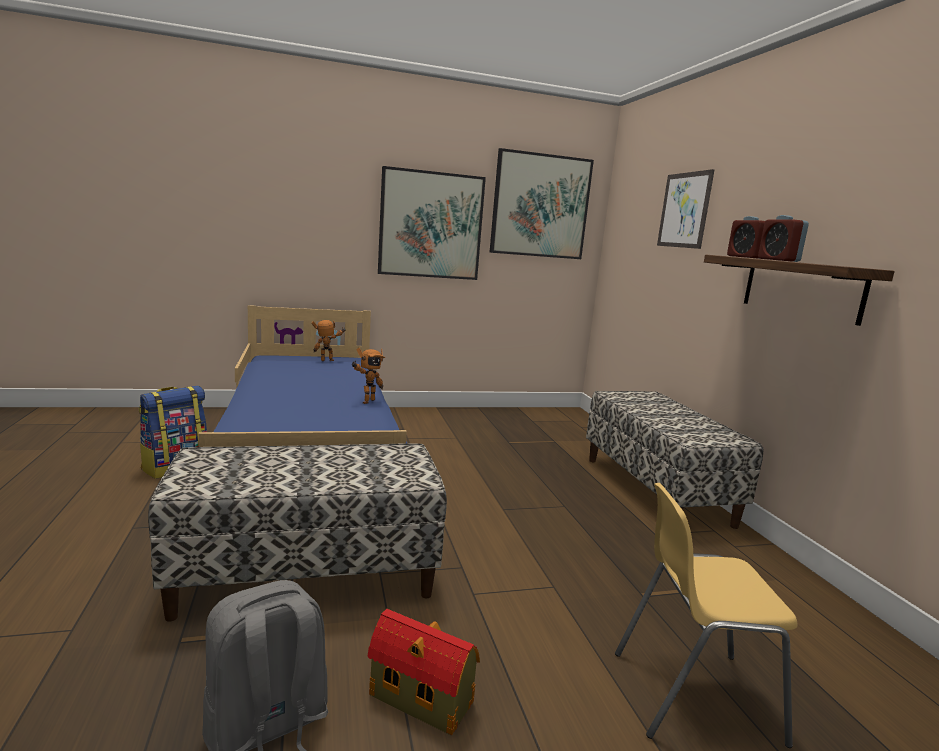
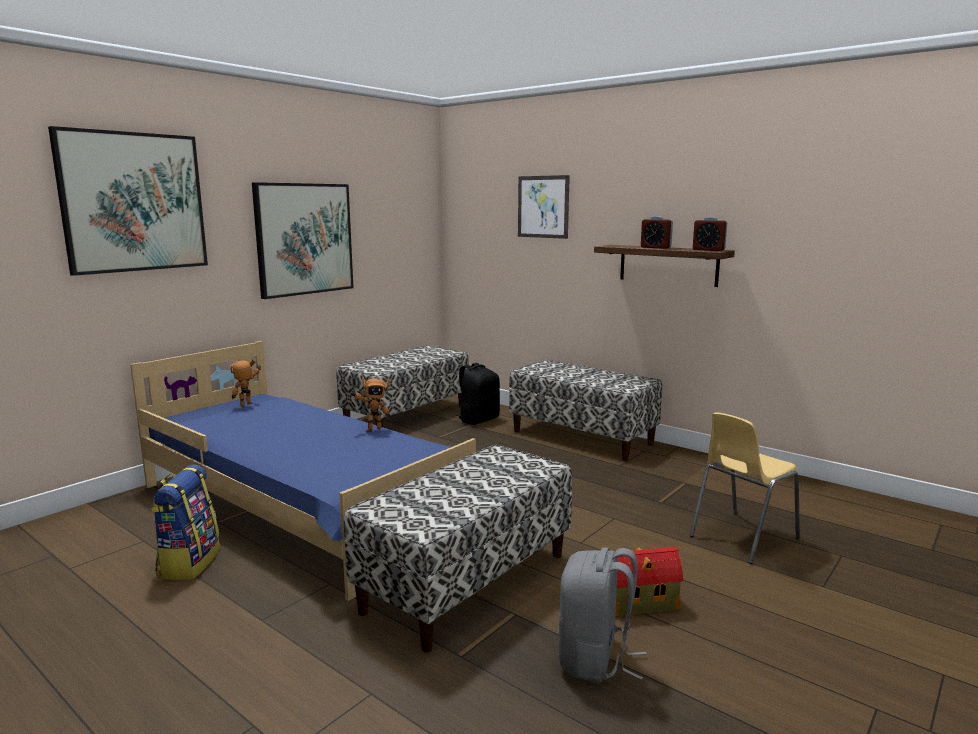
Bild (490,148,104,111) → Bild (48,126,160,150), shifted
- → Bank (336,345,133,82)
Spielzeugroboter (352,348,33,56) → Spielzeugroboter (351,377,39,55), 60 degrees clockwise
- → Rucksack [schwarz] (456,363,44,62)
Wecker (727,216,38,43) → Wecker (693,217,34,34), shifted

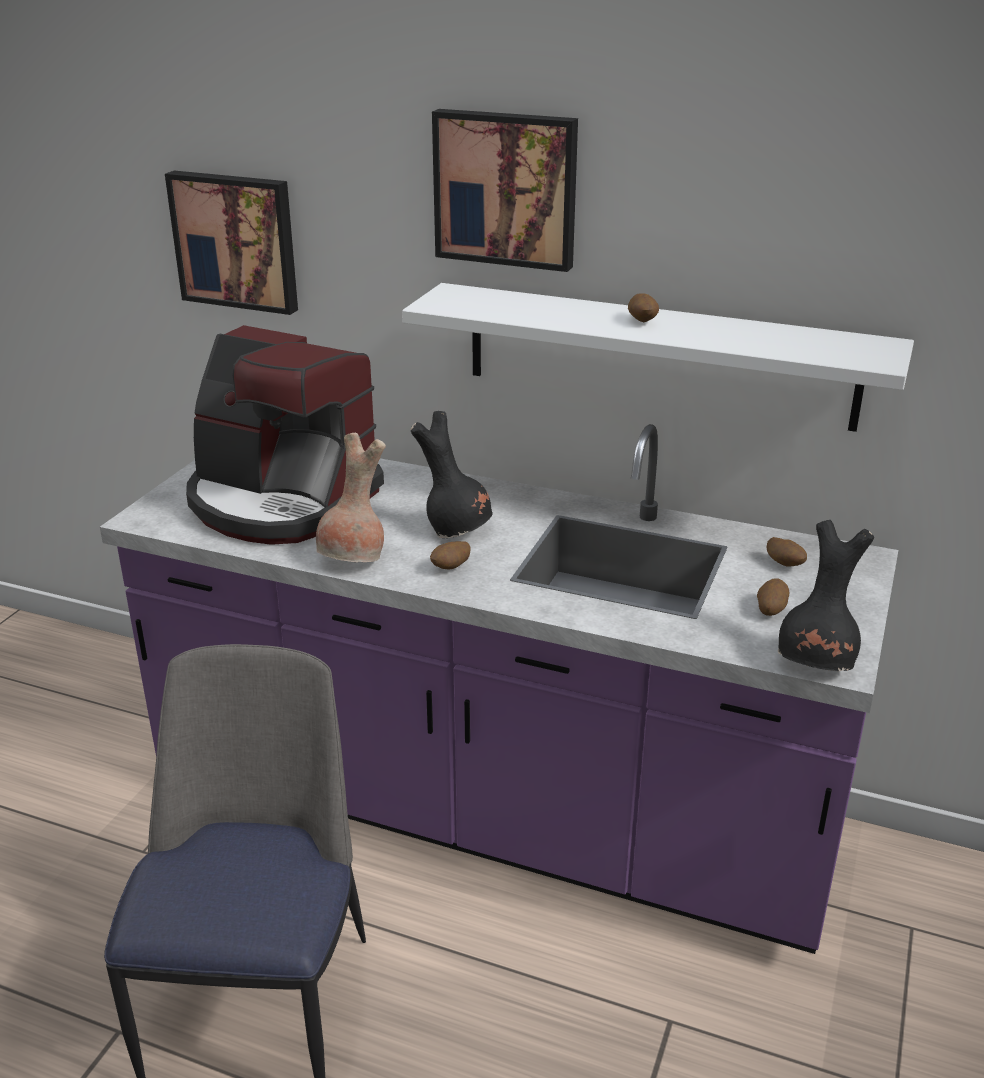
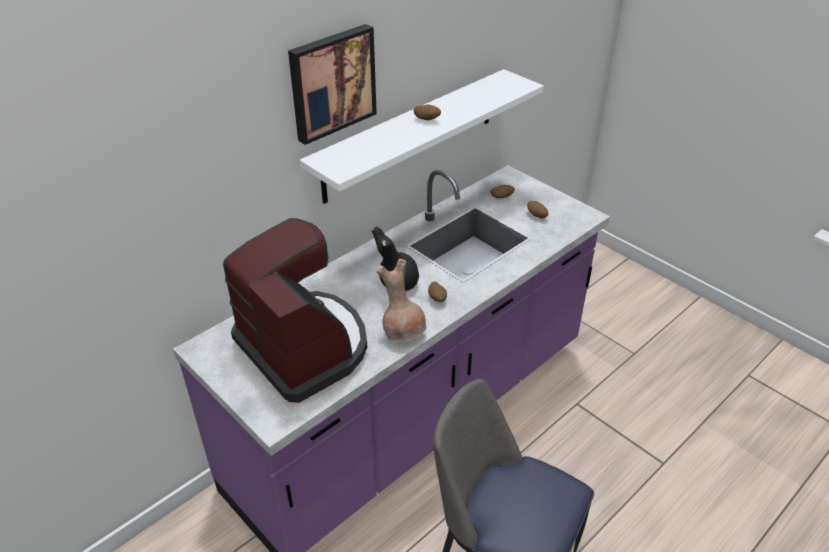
Kaffeemaschine (186,325,198,220) → Kaffeemaschine (223,218,144,185), 90 degrees counterclockwise
Bild (165,171,133,144) → -
Vase [schwarz] (778,520,96,151) → -

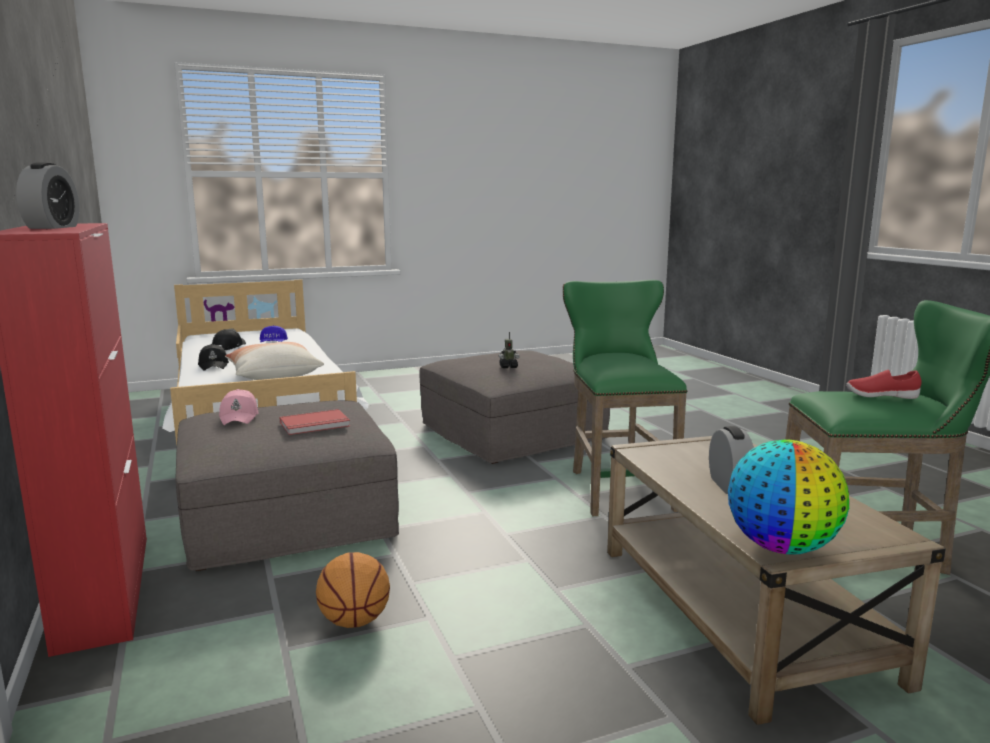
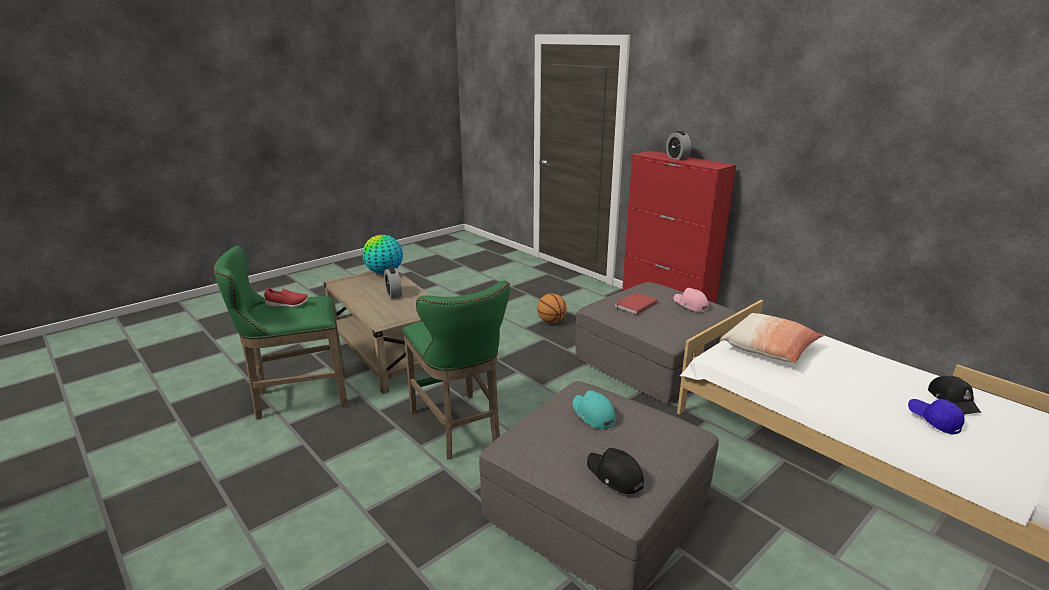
Spielzeugroboter (498,332,21,36) → Kappe [türkis] (572,390,44,39)
Kappe [schwarz] (198,344,31,27) → Kappe [schwarz] (587,448,57,46), shifted

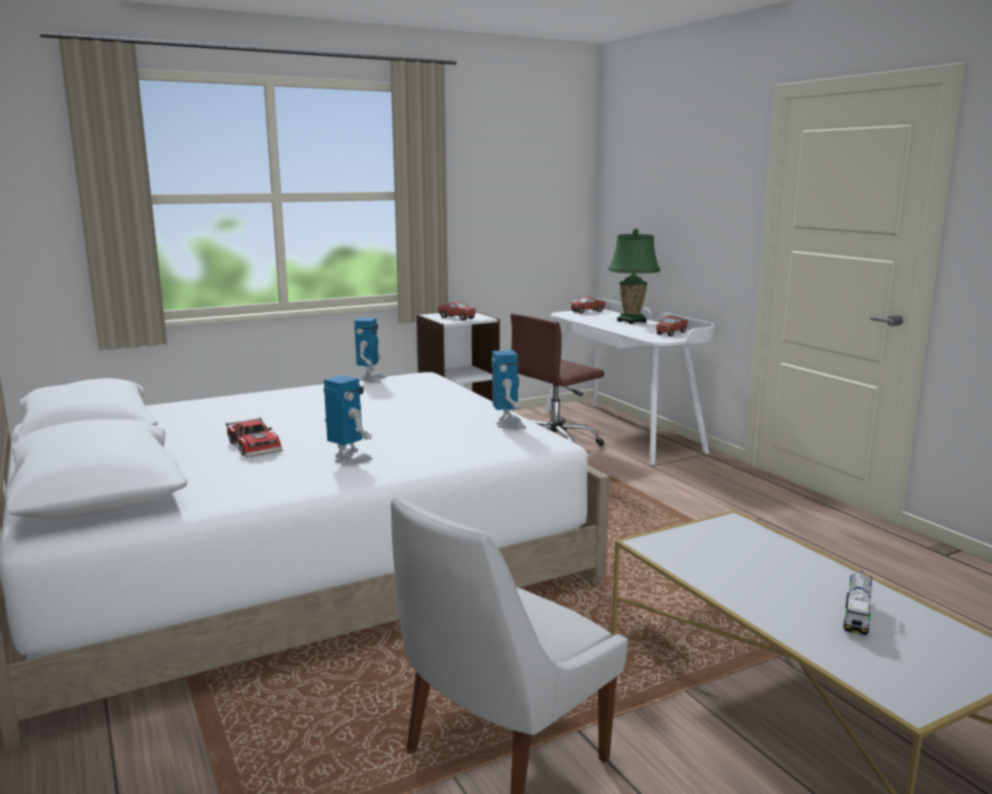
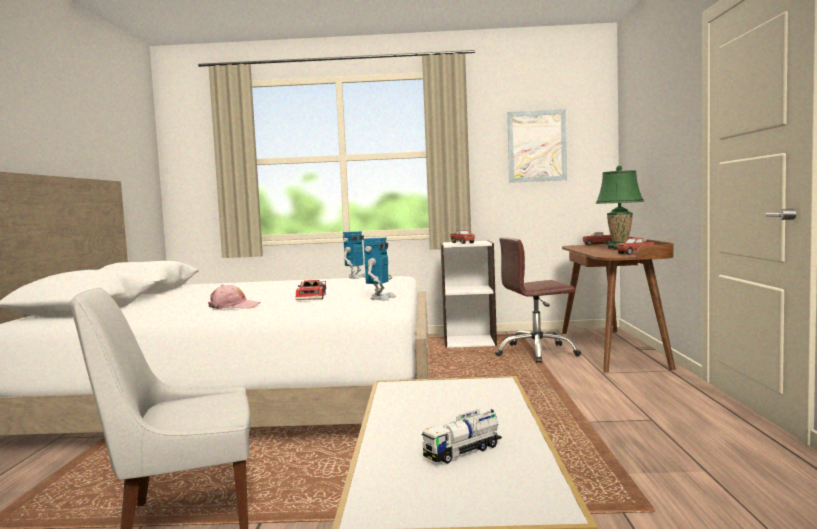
Spielzeugroboter (323,375,50,90) → Kappe [rosa] (208,285,53,24)
Spielzeugauto (226,417,57,41) → Spielzeugauto (295,280,31,20), shifted
- → Bild (507,109,60,74)
Schreibtisch [weiß] (544,299,170,166) → Schreibtisch [braun] (562,236,114,137)

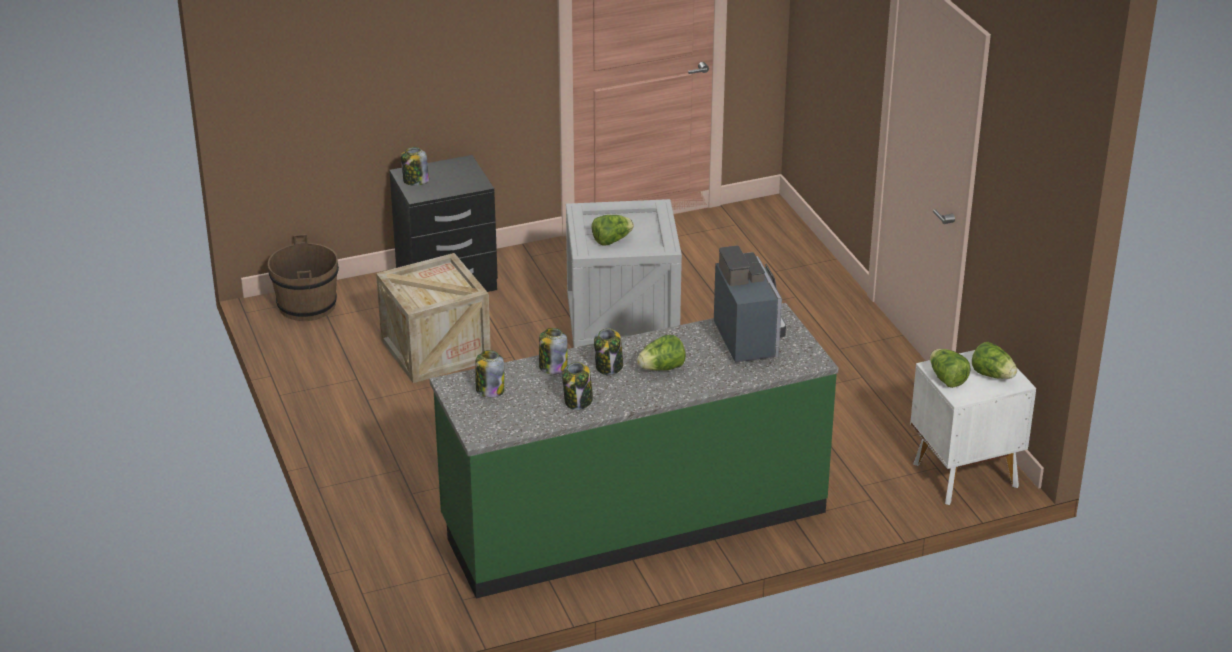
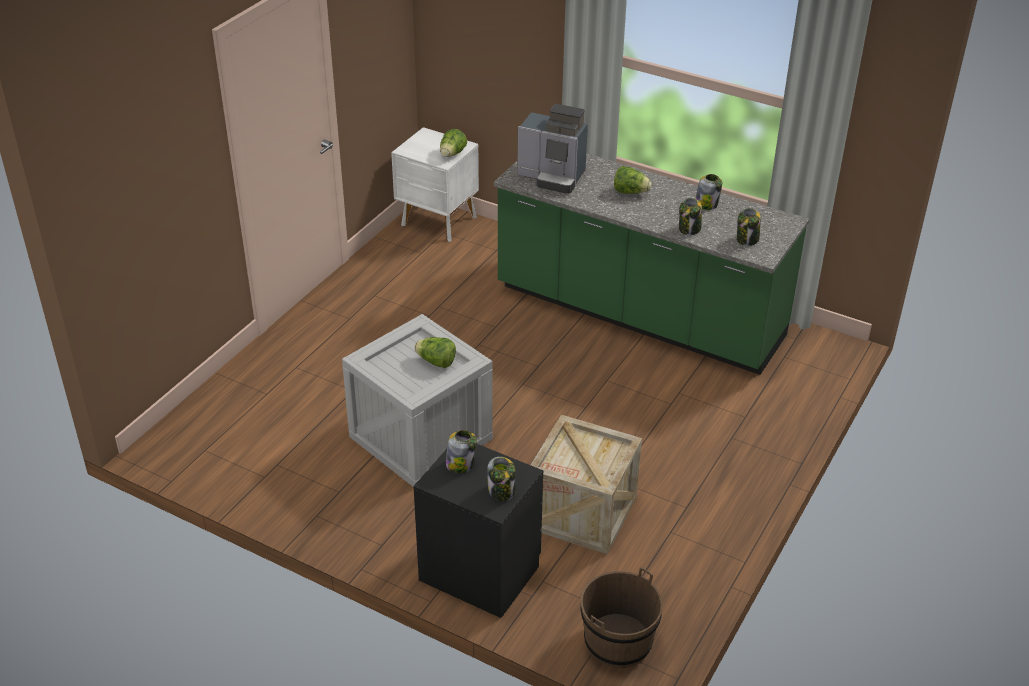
Vorratsglas (594,328,29,47) → Vorratsglas (446,430,31,43), shifted
Kaffeemaschine (714,246,72,116) → Kaffeemaschine (517,104,71,90), 105 degrees counterclockwise
Salatkopf (972,342,45,37) → -

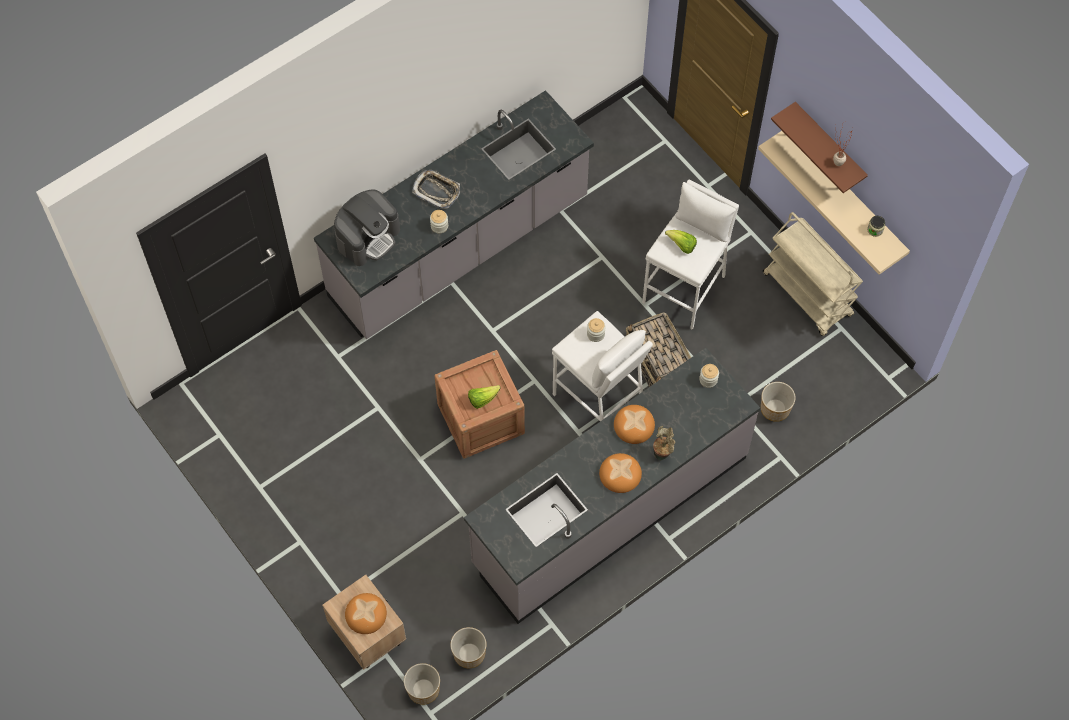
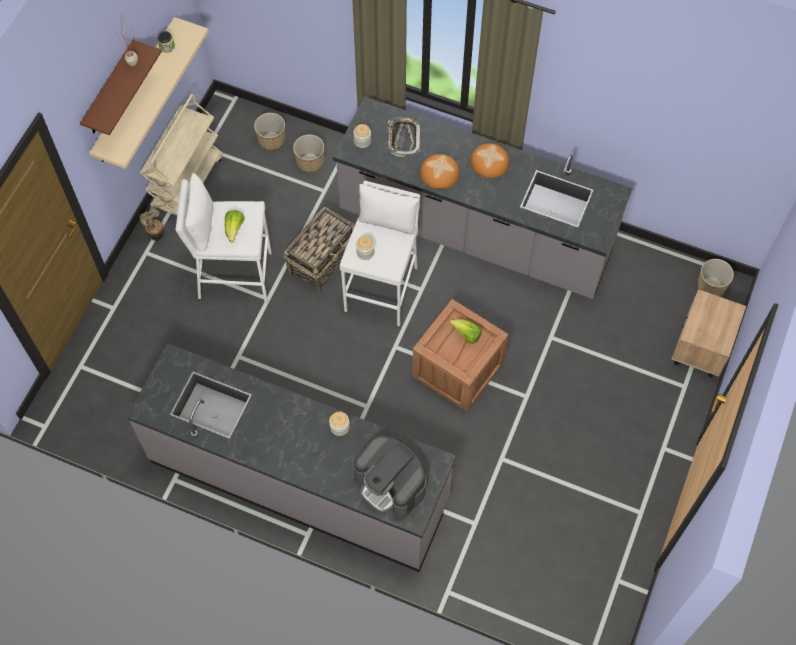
Topfpflanze (653,426,22,34) → Topfpflanze (140,208,23,33), shifted
Pflanzkübel (450,627,37,41) → Pflanzkübel (254,113,31,37), shifted
Kaffeemaschine (334,189,66,77) → Kaffeemaschine (354,436,72,83), 150 degrees counterclockwise
Tablett (412,170,48,39) → Tablett (388,117,33,40), shifted
Brot (345,593,42,41) → -

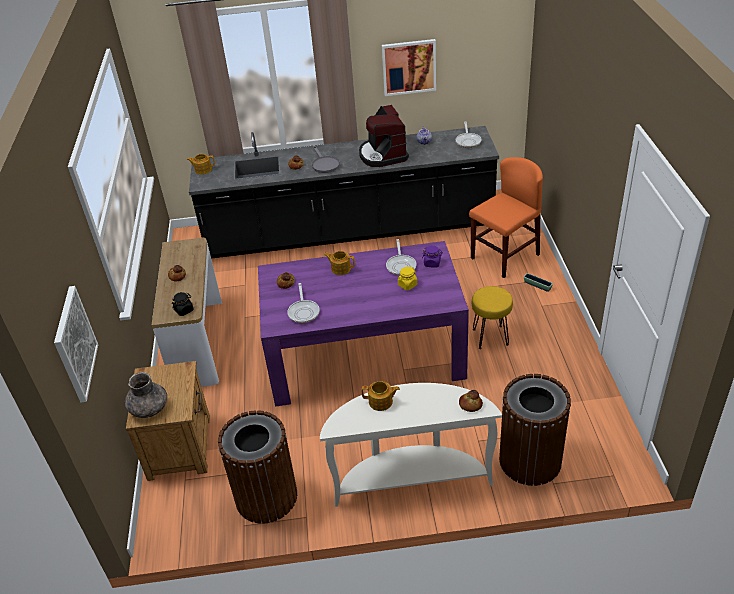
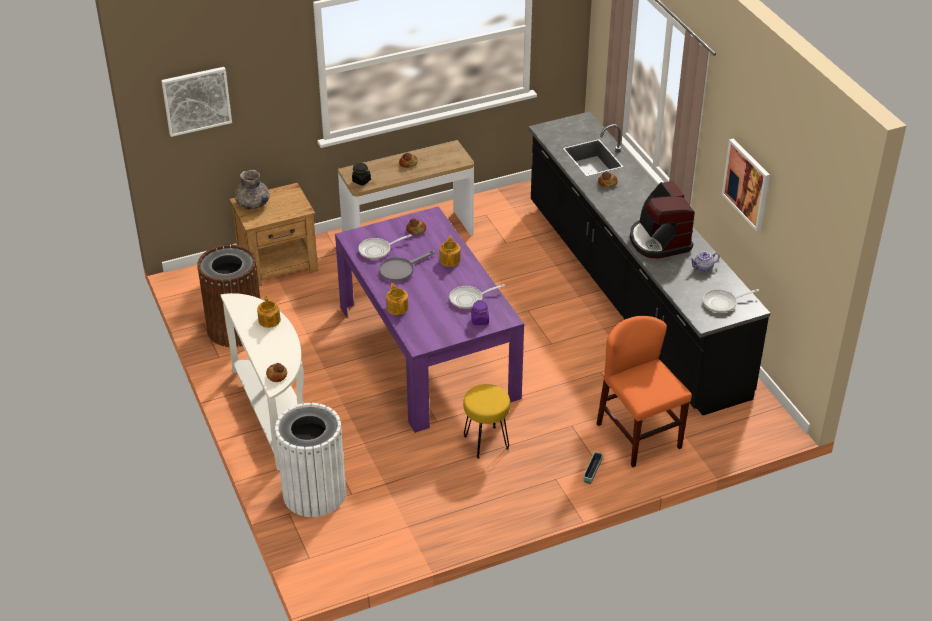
Mülleimer [braun] (499,374,72,112) → Mülleimer [weiß] (275,403,71,114)
Pfanne [grau] (312,146,28,27) → Pfanne [grau] (379,251,56,30), shifted
Teekanne (187,154,28,21) → Teekanne (386,283,22,32), shifted
Stuhl [orange] (469,157,74,121) → Stuhl [orange] (597,316,95,151), 150 degrees counterclockwise
Kaffeemaschine (359,105,50,62) → Kaffeemaschine (630,181,65,78), 75 degrees counterclockwise
Vorratsglas [gelb] (398,267,19,23) → -

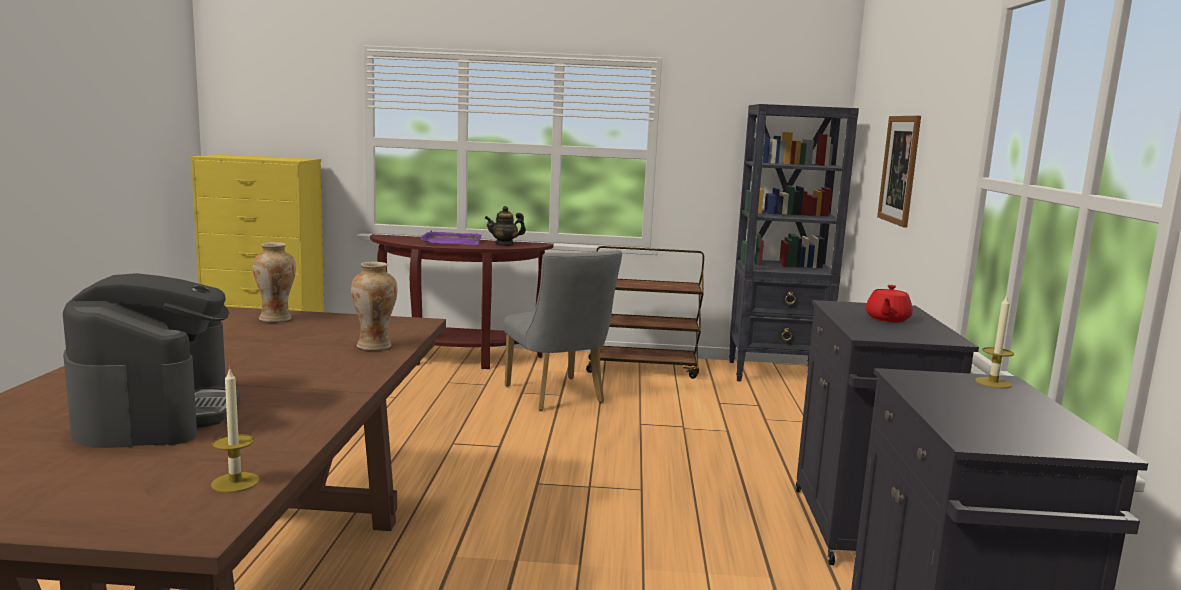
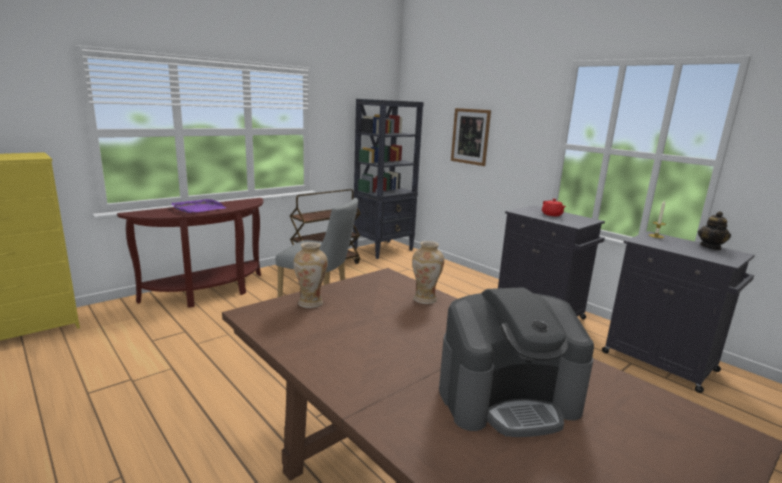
Kaffeemaschine (63,273,177,175) → Kaffeemaschine (439,287,155,150), 135 degrees clockwise
Teekanne (485,206,41,40) → Teekanne (698,211,33,39), shifted
Kerze (211,367,49,126) → -

